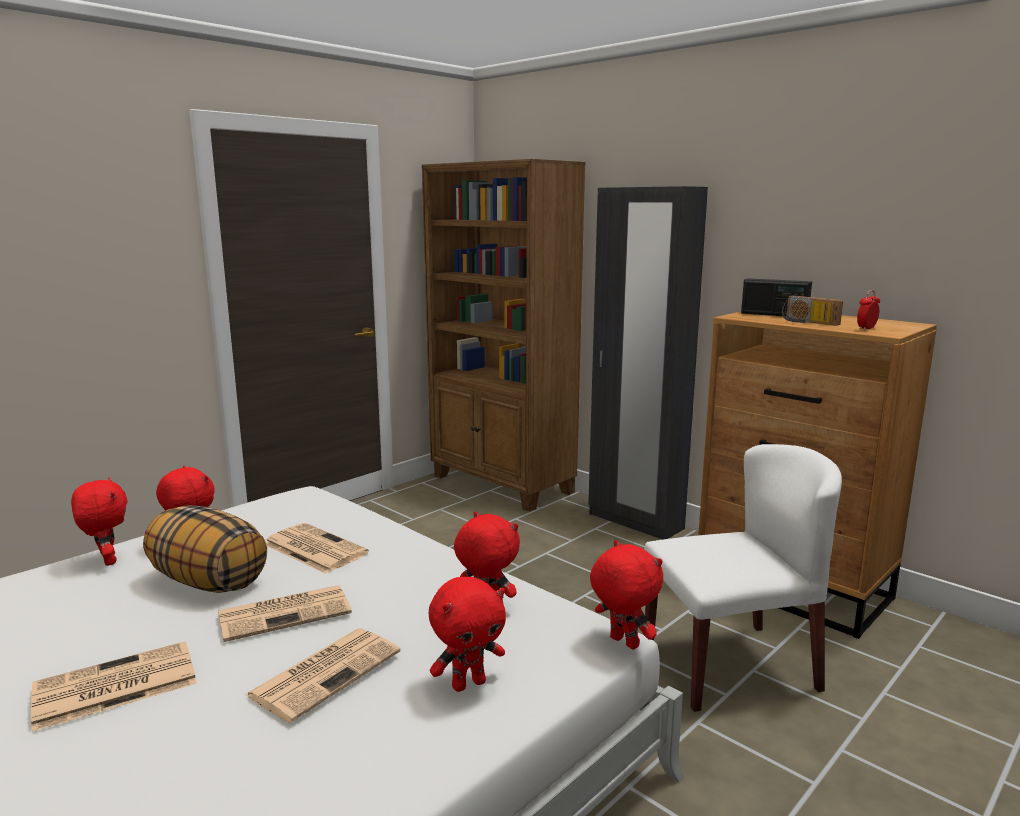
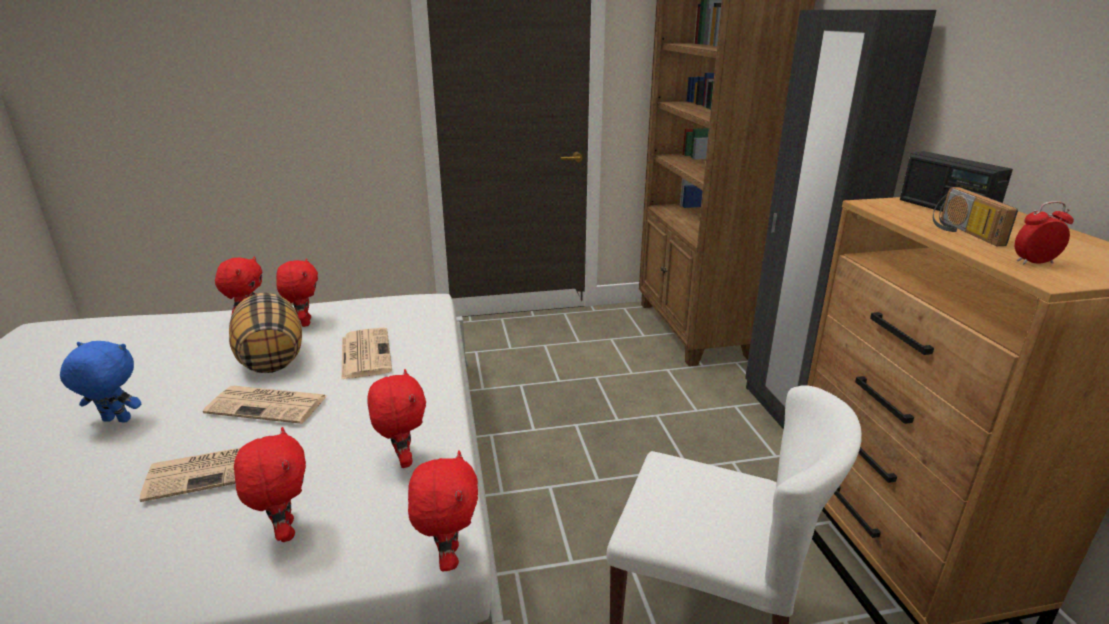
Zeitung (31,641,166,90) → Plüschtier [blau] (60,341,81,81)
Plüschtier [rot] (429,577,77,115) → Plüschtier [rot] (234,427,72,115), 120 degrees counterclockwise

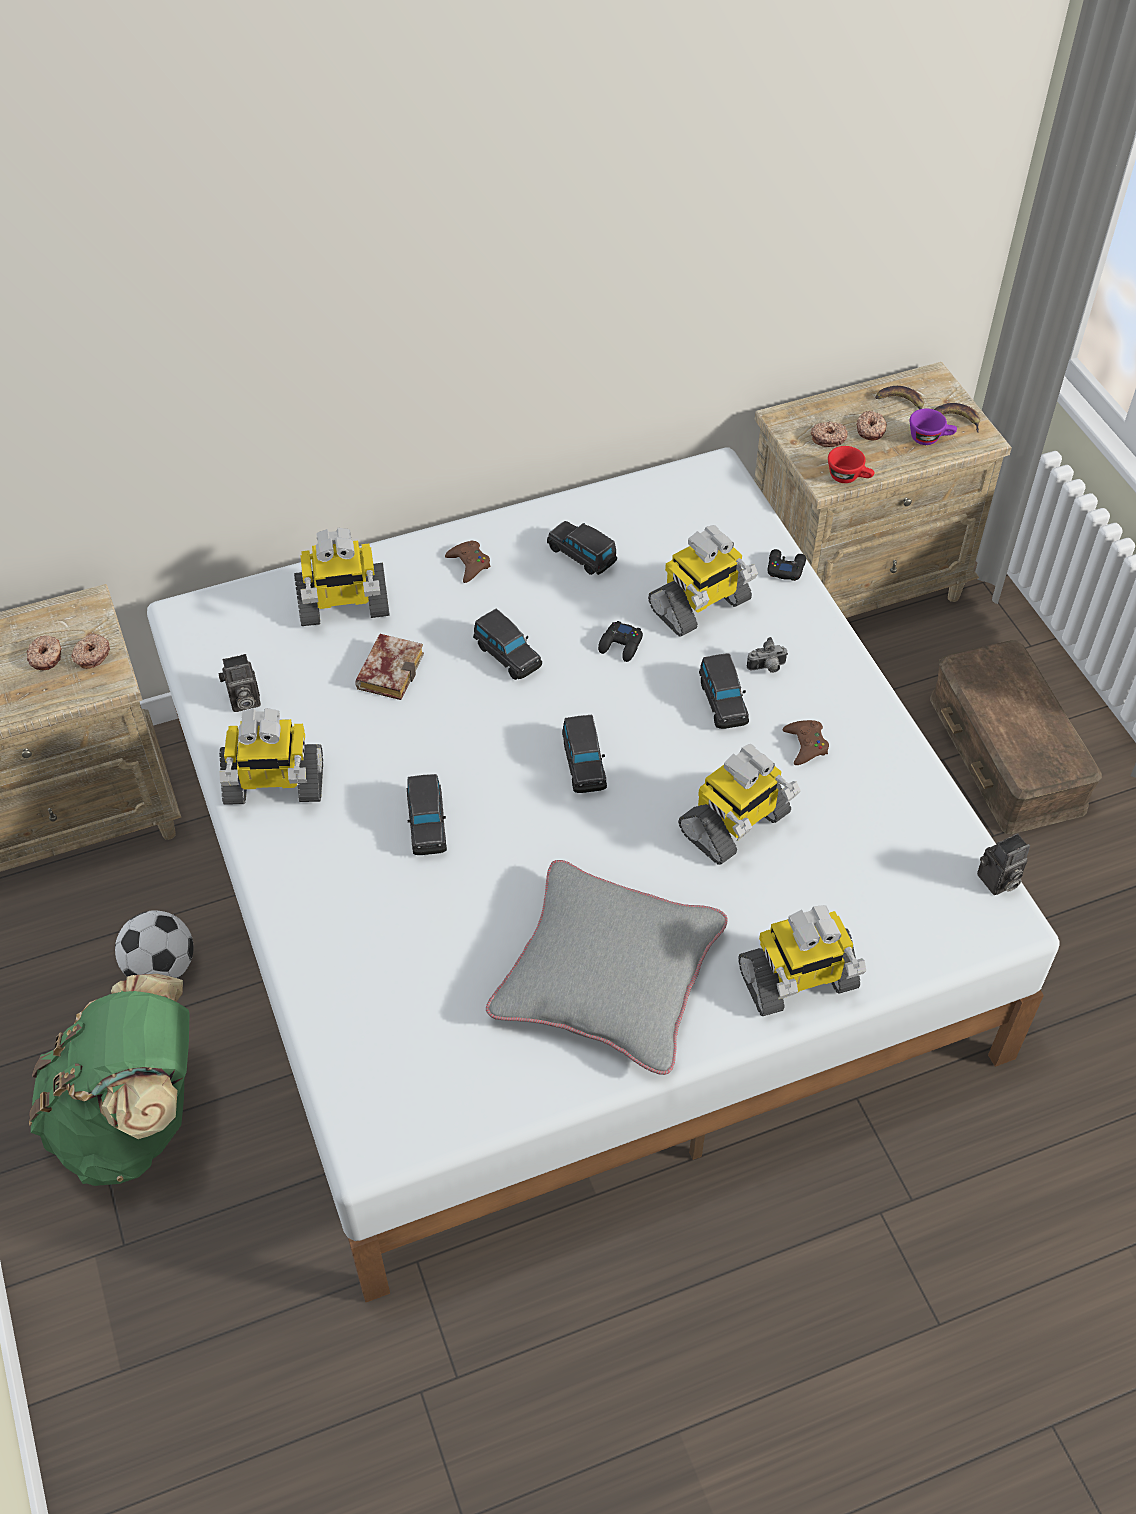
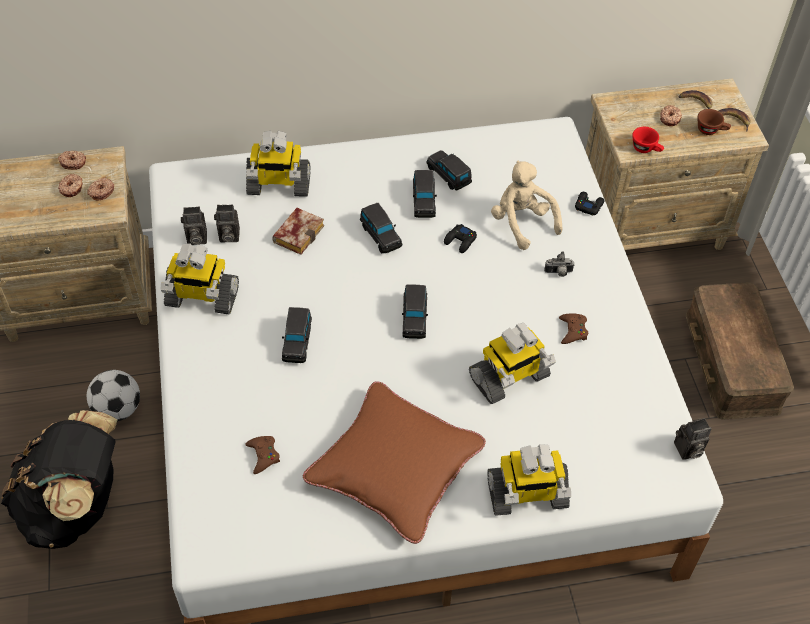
Rucksack [grün] (29,974,161,212) → Rucksack [schwarz] (1,410,117,139)
Donut (811,421,37,26) → Donut (58,151,28,19), shifted
- → Kamera (214,204,26,39)
Gamepad [braun] (445,541,46,42) → Gamepad [braun] (245,436,35,38), shifted
Kissen [grau] (486,860,242,215) → Kissen [braun] (303,381,183,163)
Spielzeugauto [schwarz] (699,653,50,76) → Spielzeugauto [schwarz] (413,170,24,48), shifted
Spielzeugroboter (648,525,110,111) → Plüschtier [beige] (491,161,72,89)
Tasse [lila] (910,409,47,36) → Tasse [braun] (697,109,34,26)

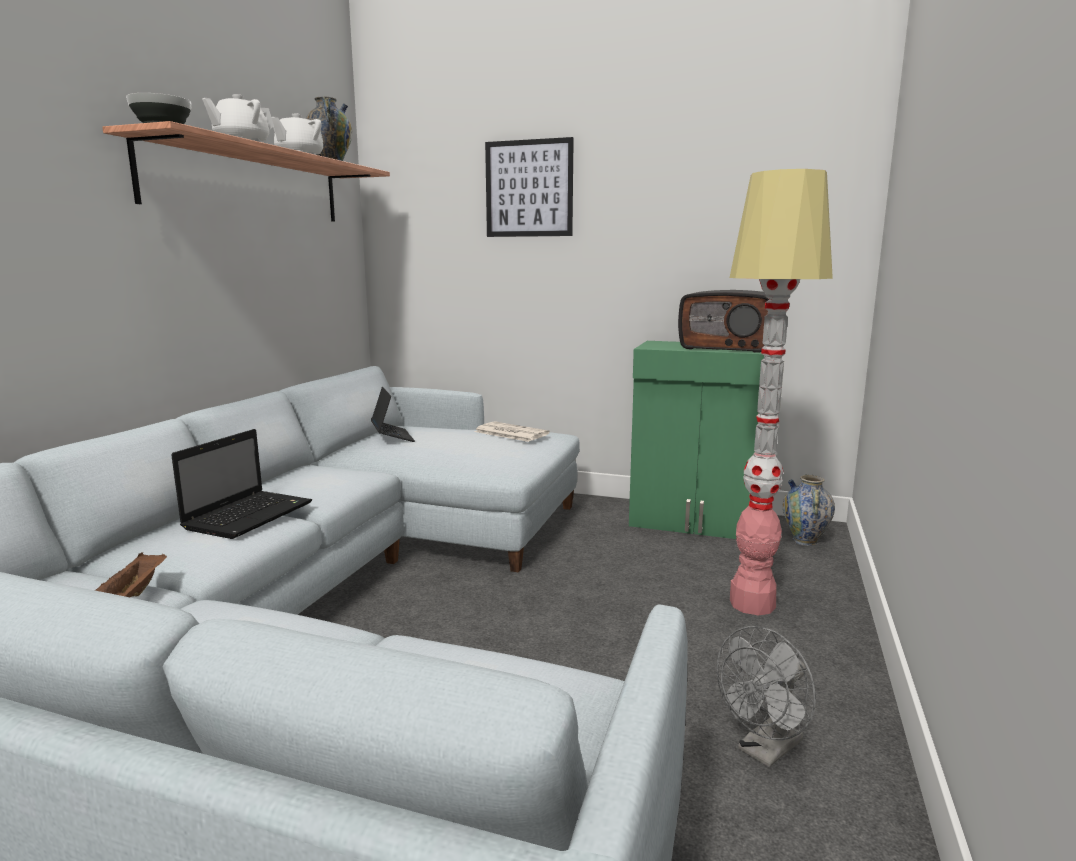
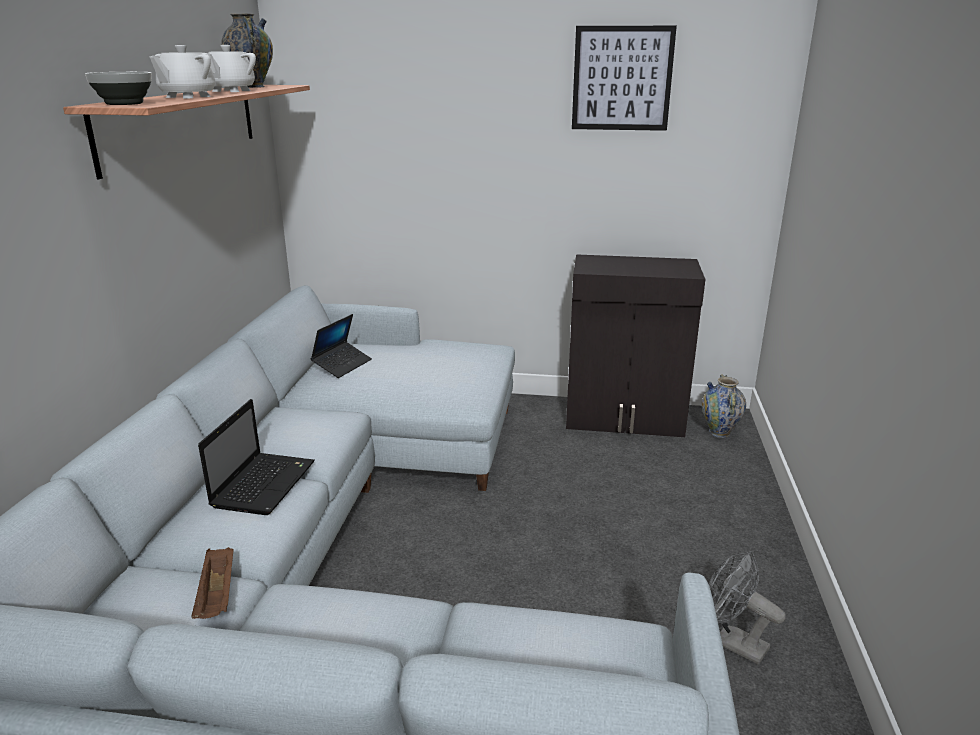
Laptop (371,387,44,55) → Laptop (311,314,61,64), 60 degrees clockwise
Schrank [grün] (629,341,135,198) → Schrank [schwarz] (566,254,140,183)
Bild (485,137,89,100) → Bild (572,26,105,105), shifted
Ventilator [grau] (716,626,100,141) → Ventilator [grau] (709,551,77,114), 90 degrees clockwise
Zeitung (474,421,76,21) → -
Radio (678,290,91,63) → -
Stehlampe (729,169,104,447) → -

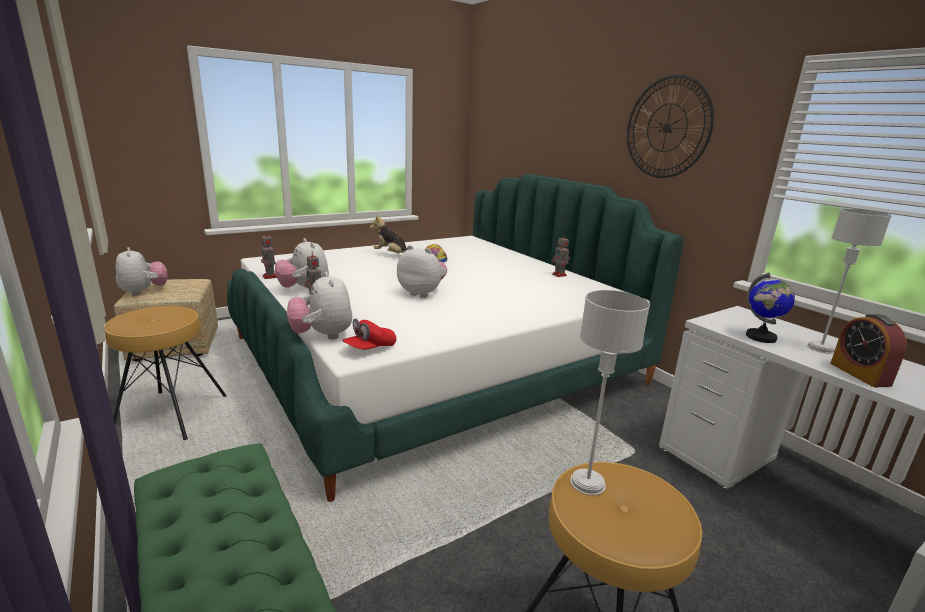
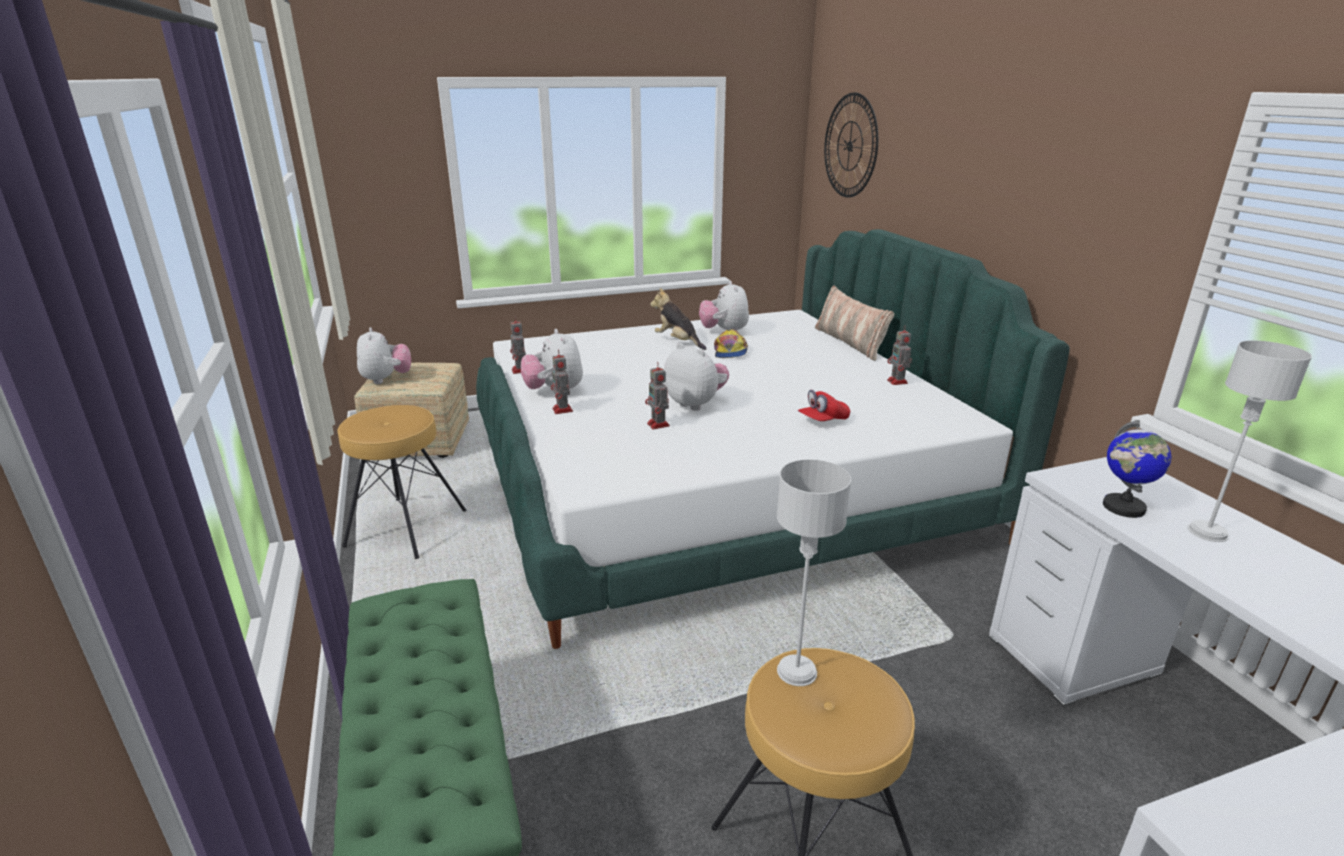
- → Spielzeugroboter (645,362,25,67)
Plüschtier (287,272,65,68) → Plüschtier (699,281,50,50), shifted
Kappe [rot] (342,318,54,32) → Kappe [rot] (798,390,52,31), shifted
- → Kissen (815,285,79,76)
Wanduhr (627,75,87,103) → Wanduhr (824,92,54,105), shifted
Wecker (830,314,77,73) → -

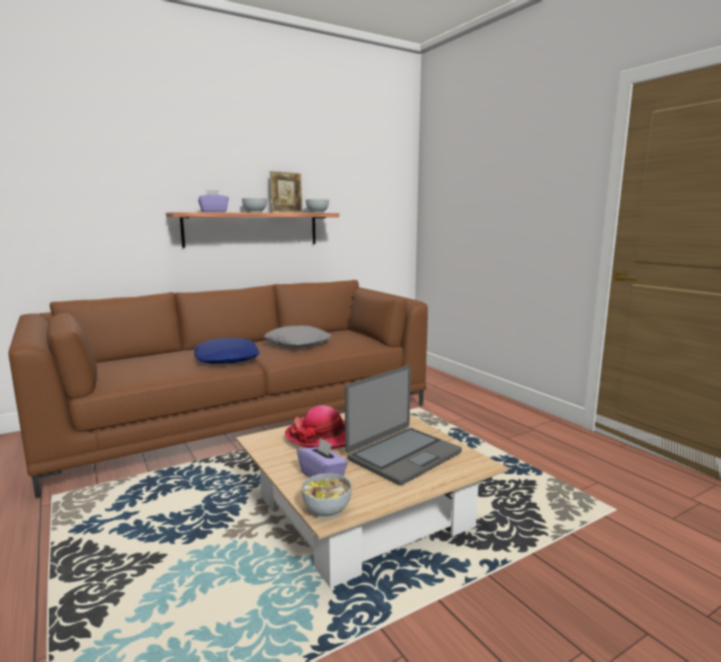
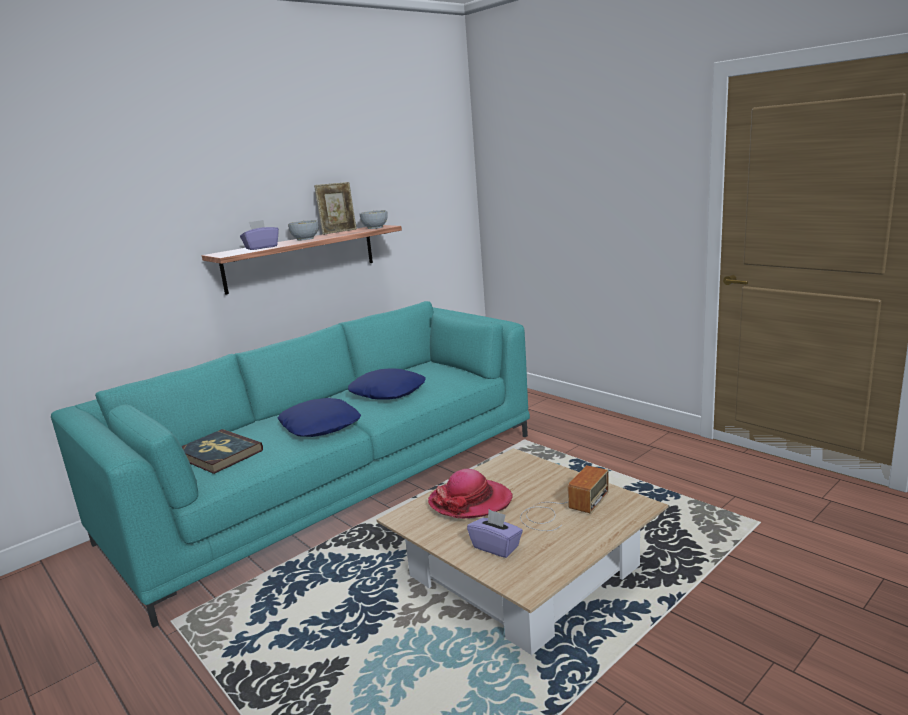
Sofa [braun] (8,280,420,218) → Sofa [türkis] (51,301,479,327)
- → Buch (181,429,82,45)
Kissen [grau] (264,326,68,22) → Kissen [blau] (348,369,78,30)
Laptop (345,365,117,121) → Radio (520,465,89,66)
Schüssel (302,473,49,46) → -

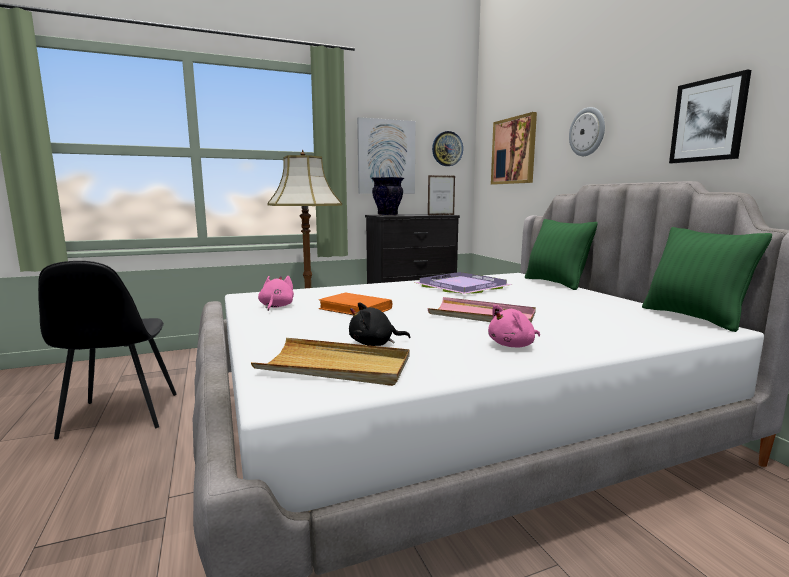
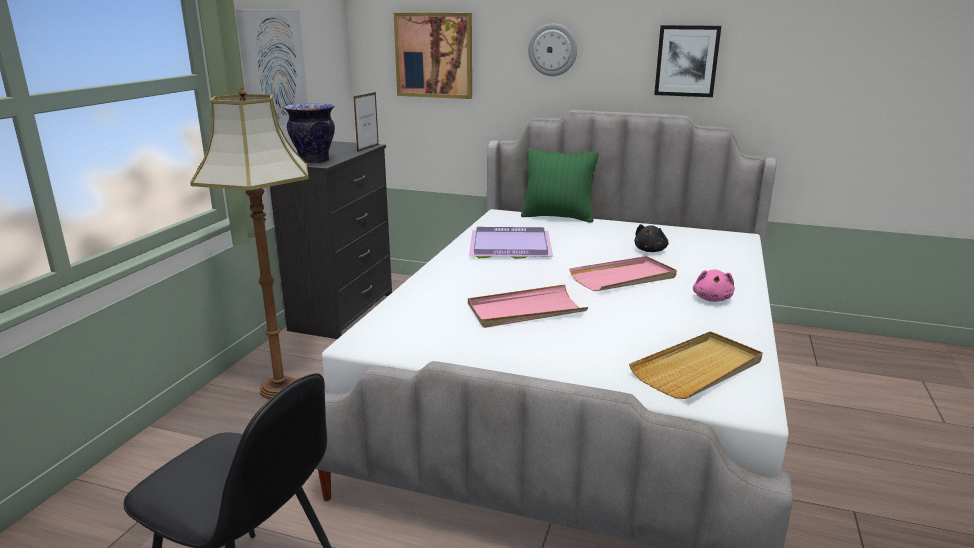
Buch [orange] (319,293,73,22) → Tablett [rosa] (468,284,120,44)
Plüschtier [schwarz] (349,303,61,43) → Plüschtier [schwarz] (635,224,34,28), shifted
Plüschtier [rosa] (258,276,36,35) → -
Wanduhr (432,131,31,35) → -
Kissen [grün] (642,227,130,105) → -

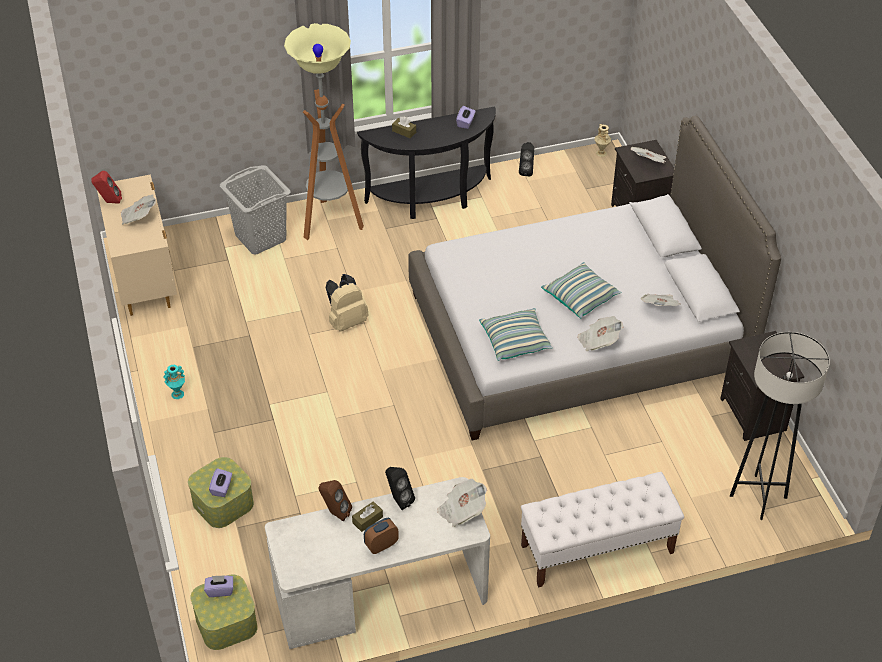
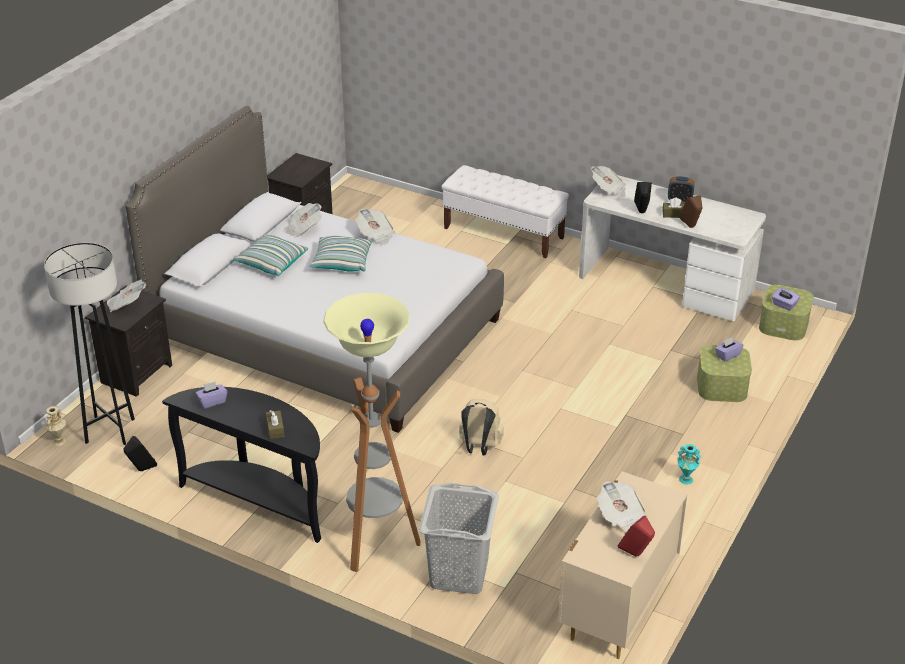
Stehlampe [grau] (730,332,100,188) → Stehlampe [grau] (44,243,91,202), shifted
Kissen (479,308,74,53) → Kissen (233,234,75,42), shifted

